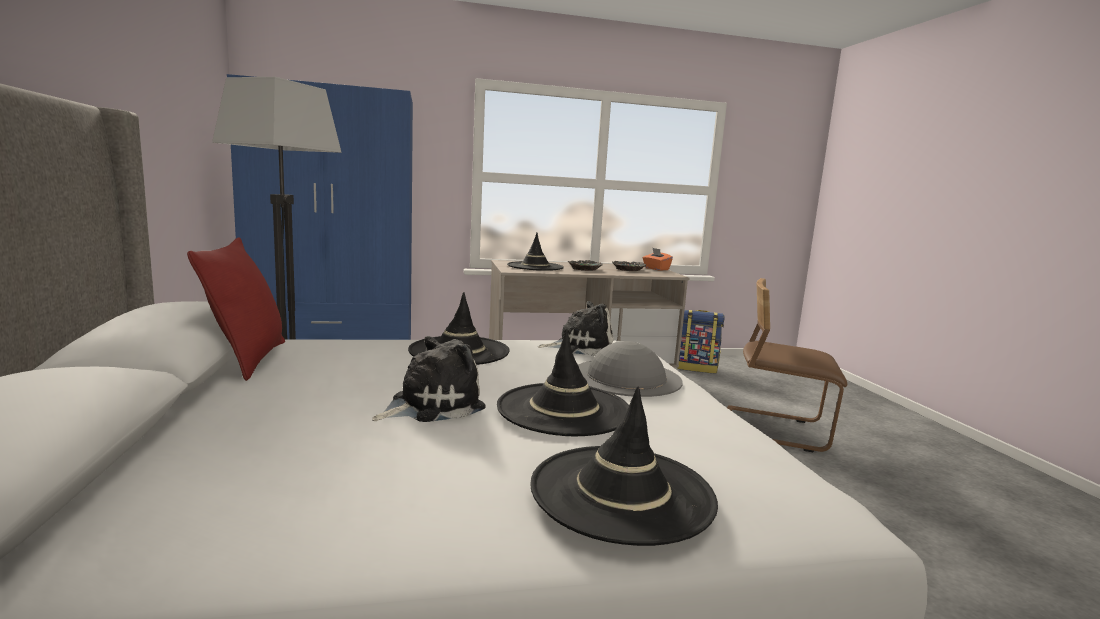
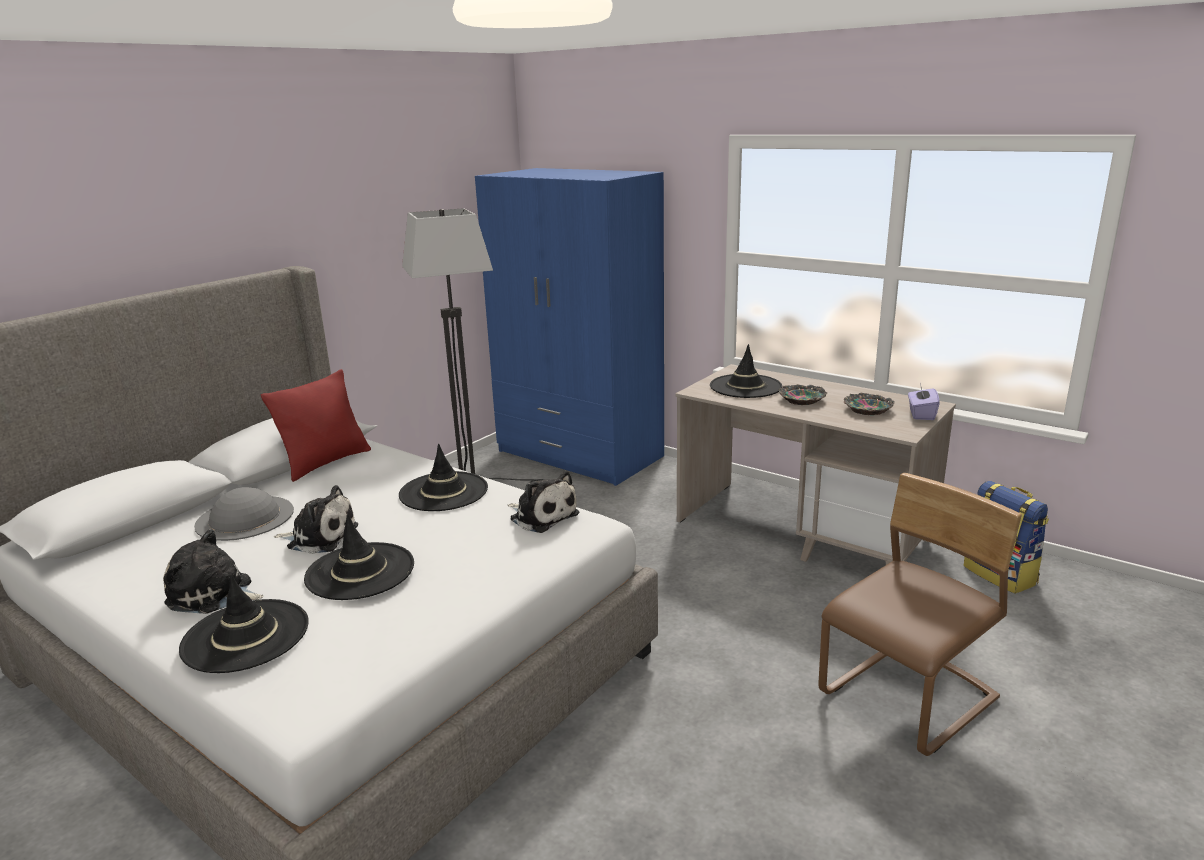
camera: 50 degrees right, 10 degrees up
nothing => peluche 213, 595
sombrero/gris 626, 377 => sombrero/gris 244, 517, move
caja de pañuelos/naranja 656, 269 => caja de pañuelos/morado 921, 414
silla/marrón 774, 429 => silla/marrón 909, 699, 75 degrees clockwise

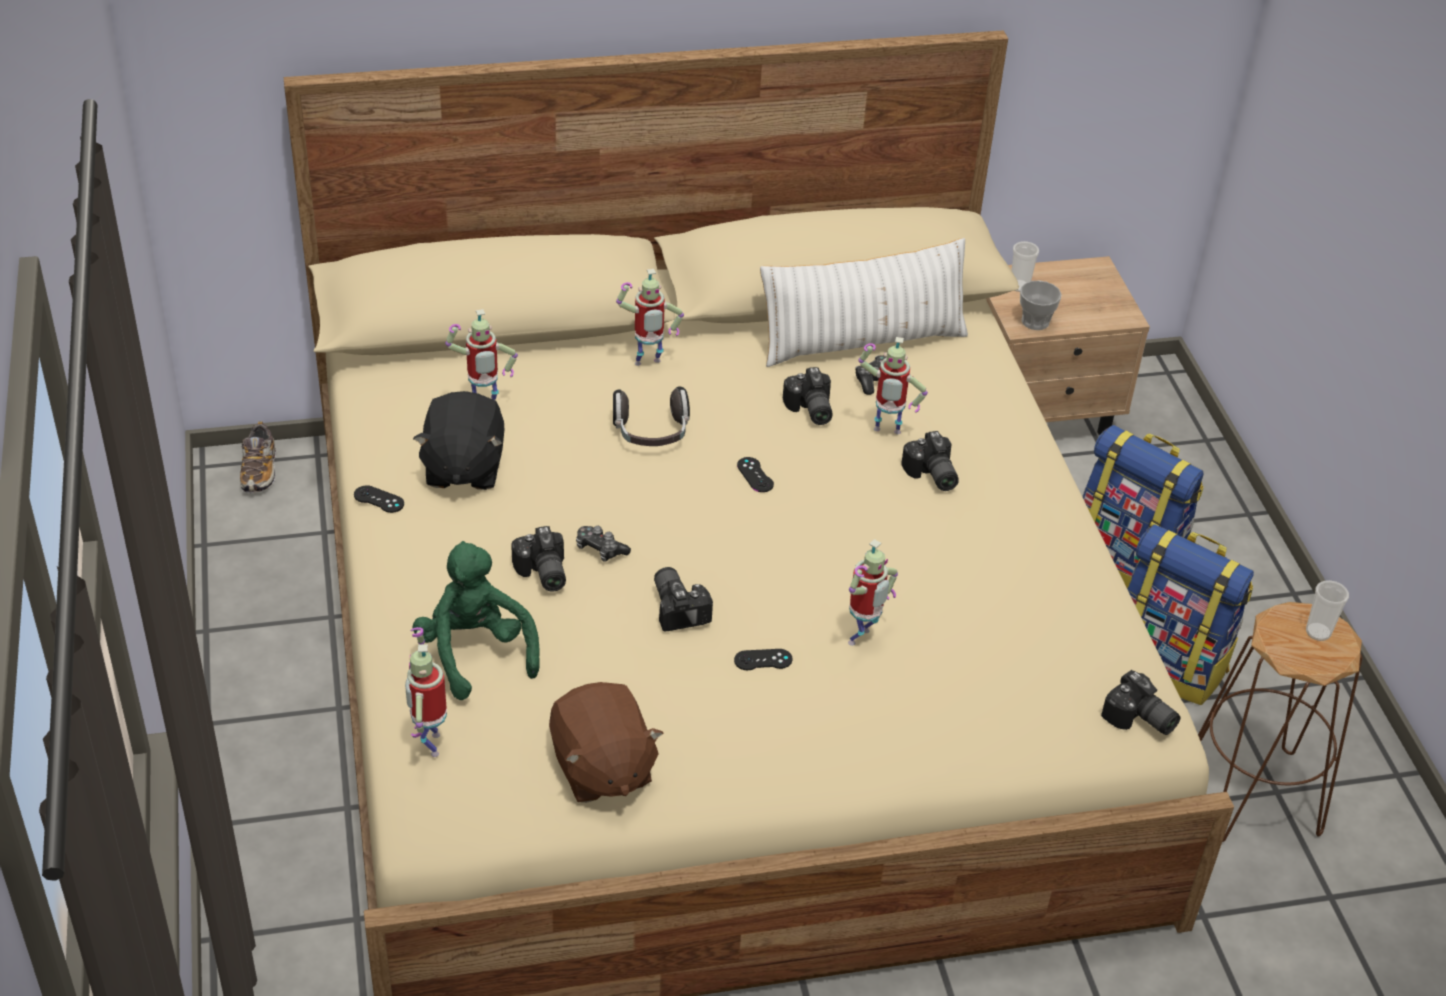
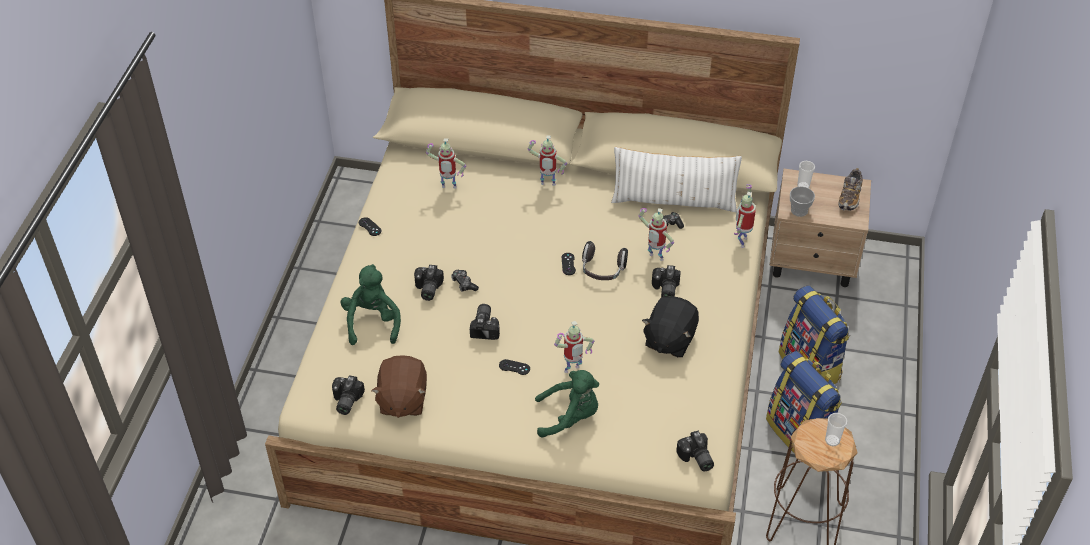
camera: 25 degrees right, 5 degrees up
nothing => peluche/verde 570, 417
zapato 259, 471 => zapato 849, 197, move
robot de juguete 430, 743 => robot de juguete 741, 241, move
peluche/negro 462, 468 => peluche/negro 669, 339, move
auriculares 651, 434 => auriculares 602, 270, move
cámara 809, 410 => cámara 345, 401, move

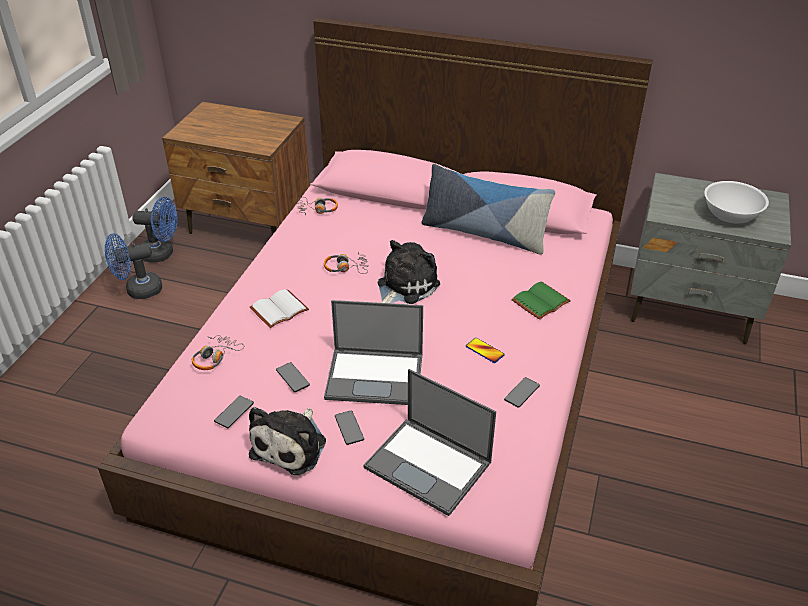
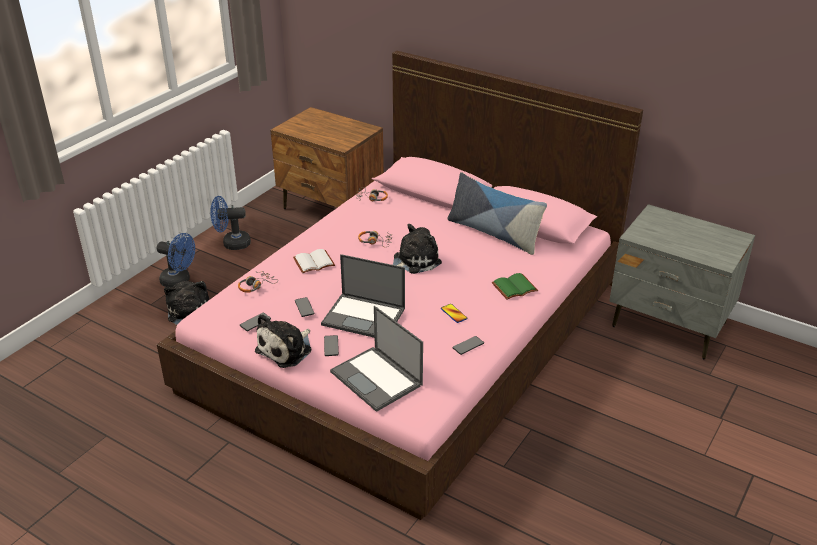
camera: 15 degrees right, 5 degrees down
cuenco/blanco 730, 216 => nothing
nothing => peluche 188, 314
ventilador/azul 162, 253 => ventilador/azul 179, 281, move

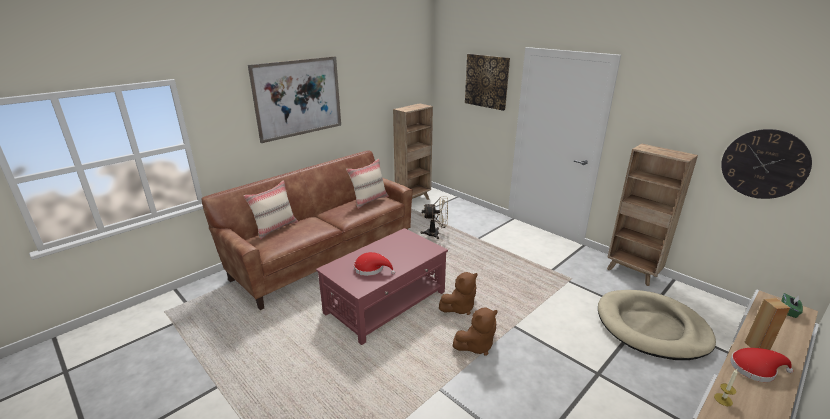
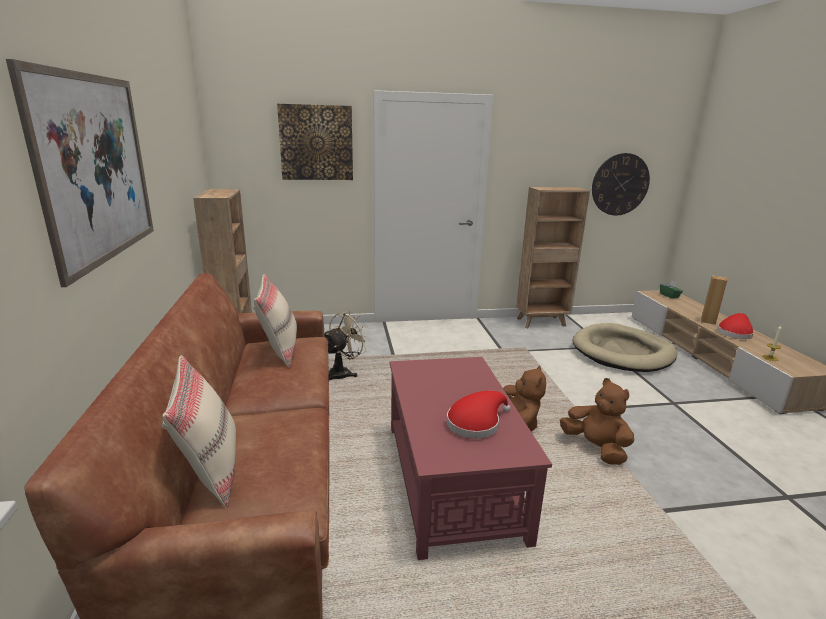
camera: 55 degrees left, 5 degrees down
peluche/marrón 476, 345 => peluche/marrón 595, 448, 45 degrees counterclockwise

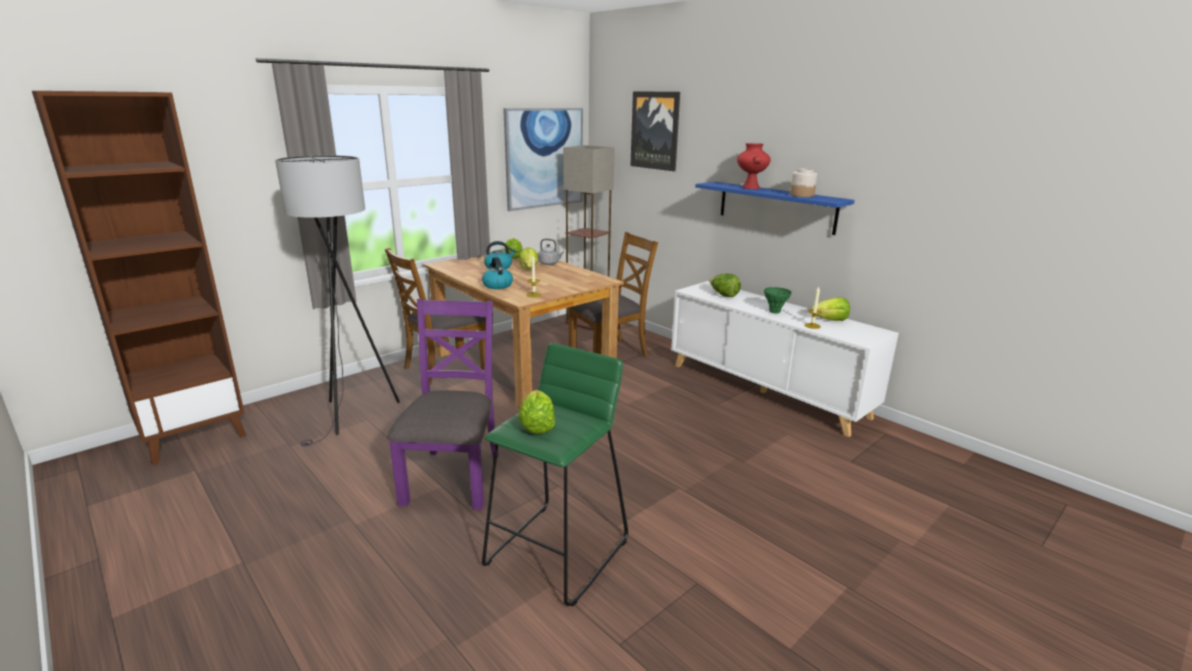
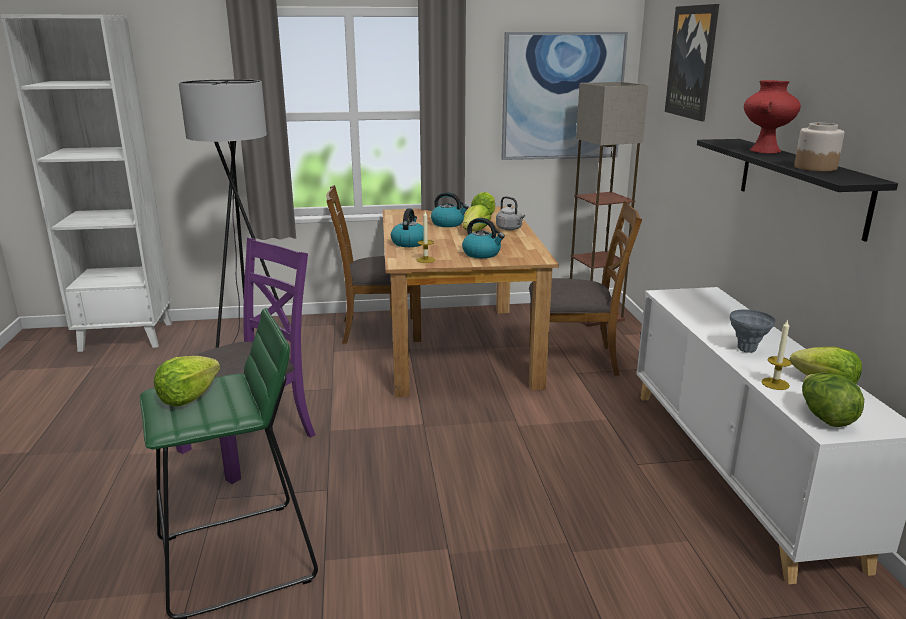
camera: 35 degrees right, 0 degrees up
nothing => hervidor 482, 254
lechuga 723, 295 => lechuga 824, 417, move
estantería/marrón 194, 436 => estantería/blanco 127, 336
estante/azul 776, 207 => estante/negro 801, 185
florero/verde 775, 312 => florero/gris 747, 349

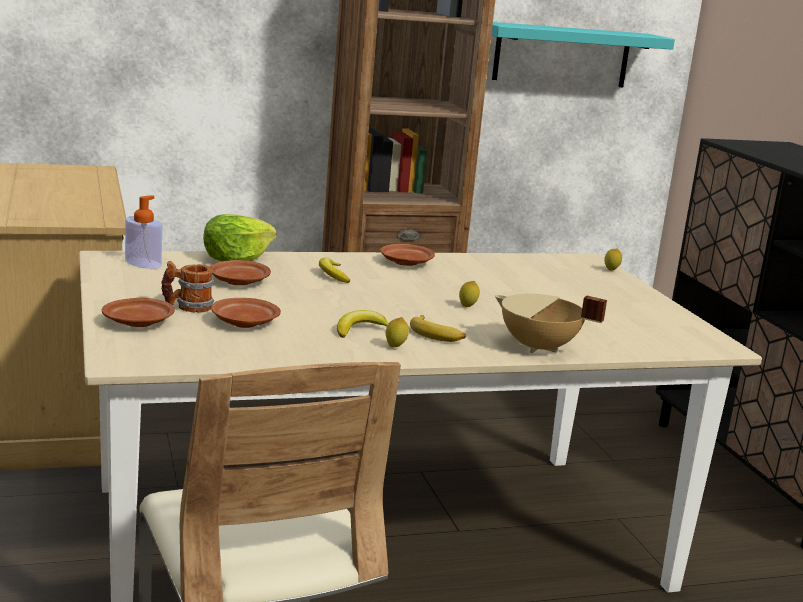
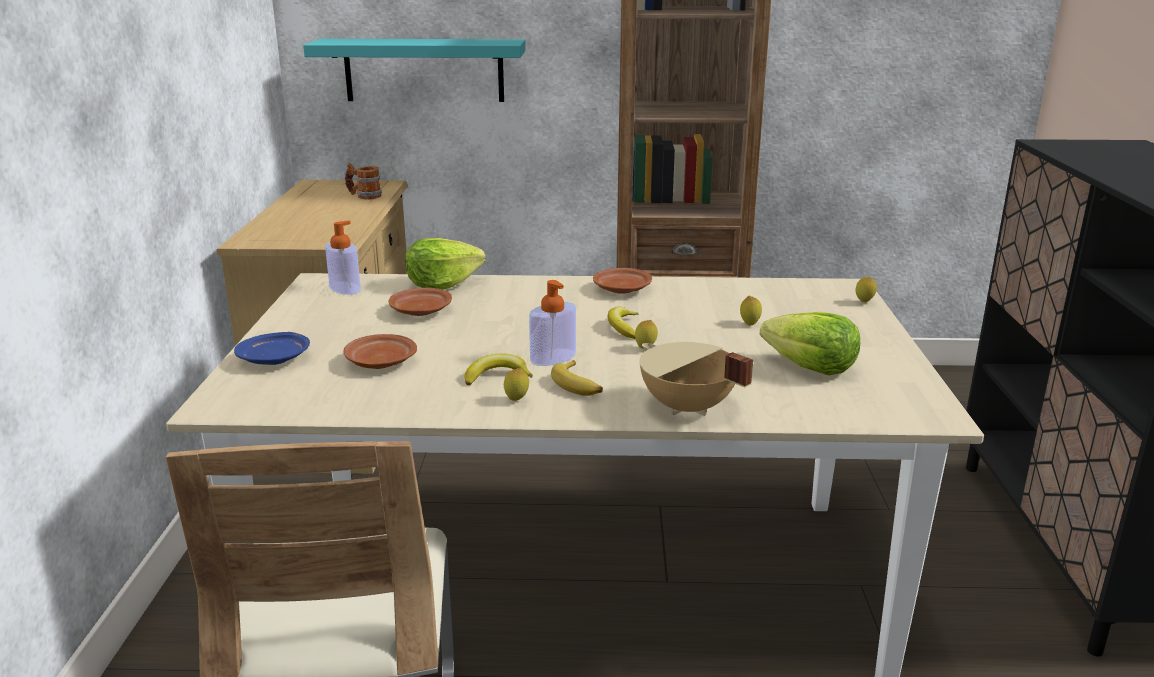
camera: 20 degrees right, 5 degrees up
nothing => dispensador de jabón 553, 357
nothing => limón 749, 324
nothing => lechuga 810, 367
taza grande 187, 307 => taza grande 364, 196, move
plátano 332, 275 => plátano 623, 327, move
estante/turquesa 562, 55 => estante/turquesa 424, 70, move
plato/marrón 139, 323 => plato/azul 275, 359

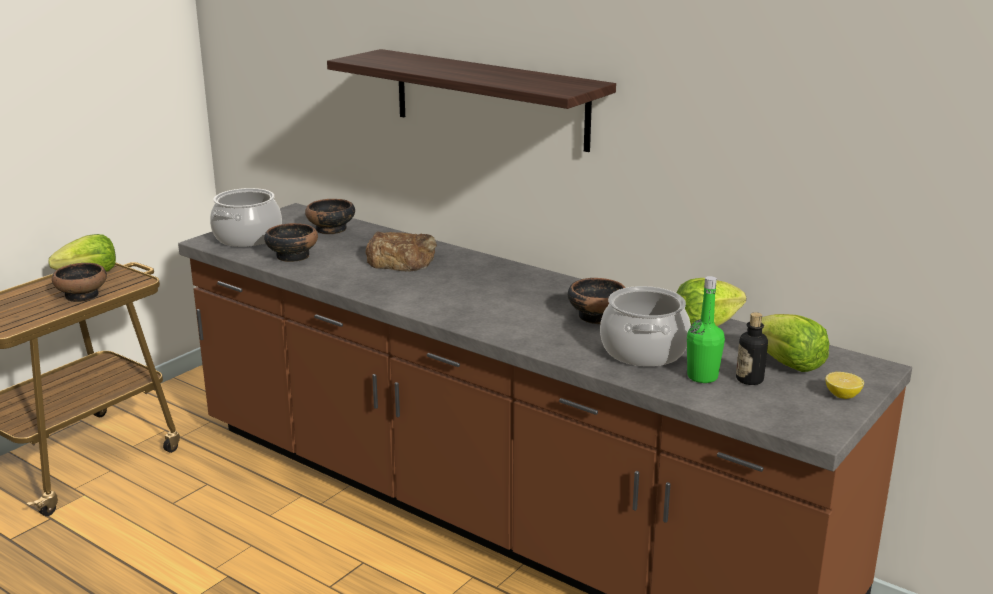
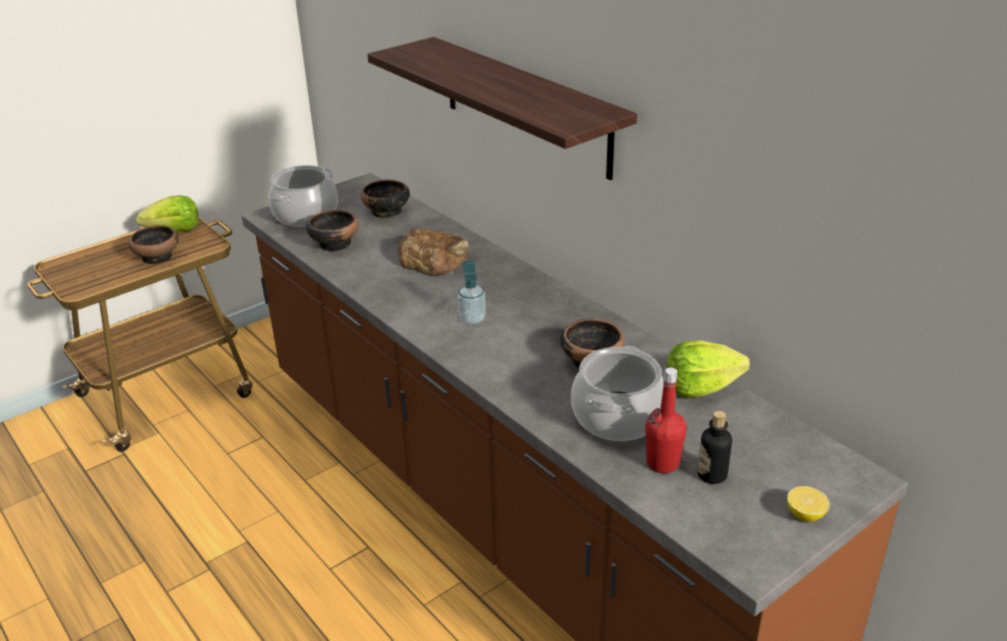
camera: 15 degrees right, 10 degrees up
lechuga 787, 364 => nothing
nothing => dispensador de jabón 472, 319
botella/verde 702, 377 => botella/rojo 662, 463

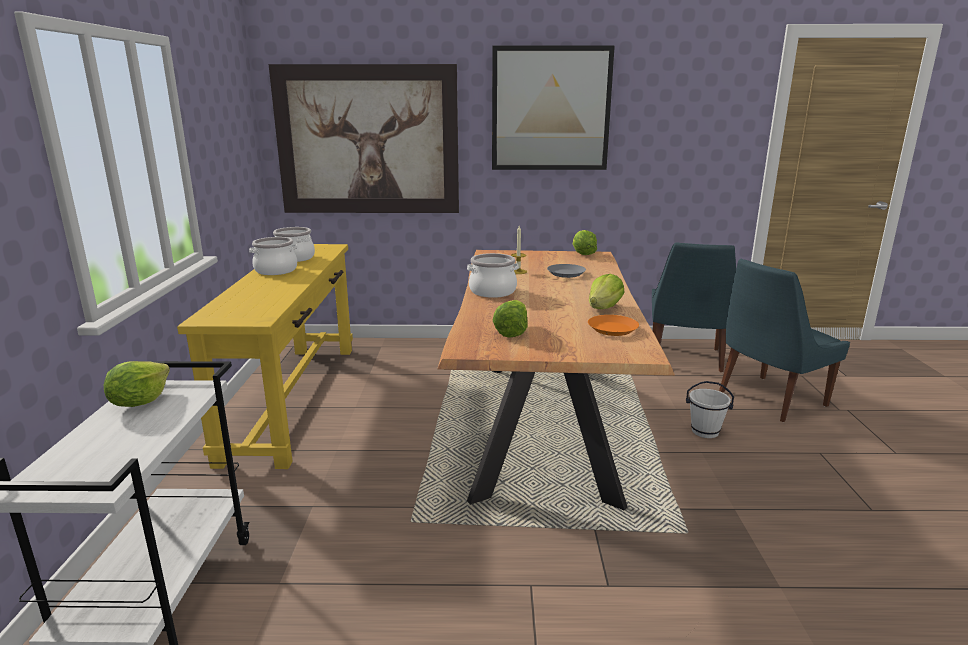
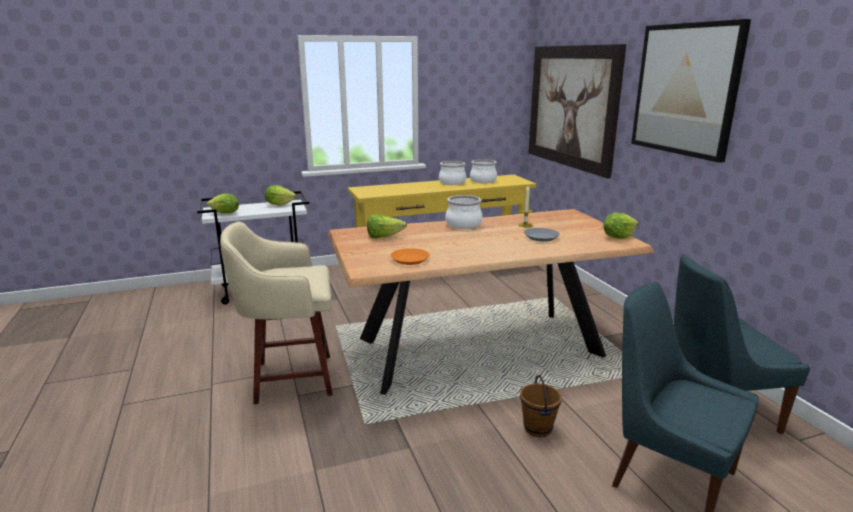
camera: 70 degrees right, 0 degrees up
nothing => taburete/beis 290, 378
lechuga 604, 308 => lechuga 225, 213, move
cubo/blanco 705, 431 => cubo/marrón 538, 429

